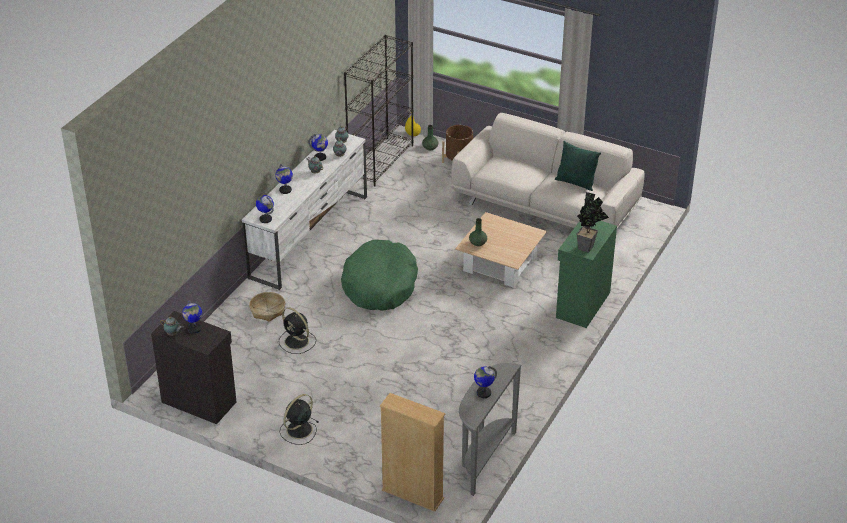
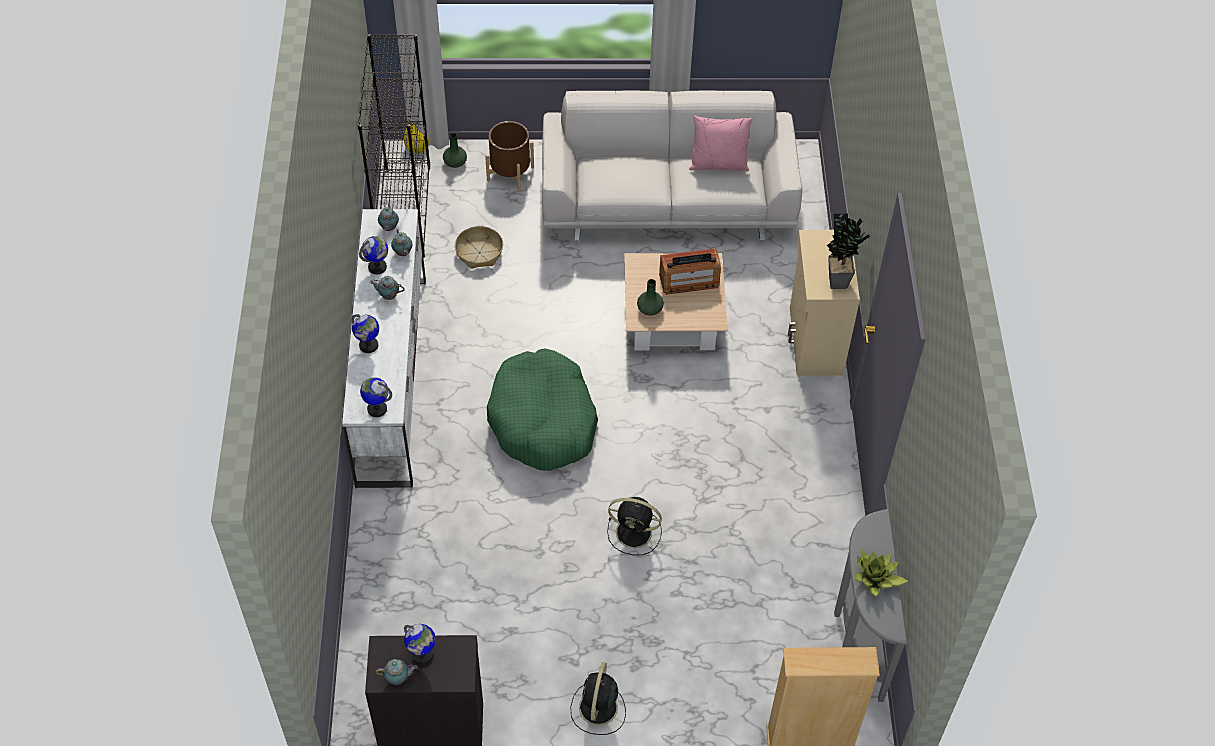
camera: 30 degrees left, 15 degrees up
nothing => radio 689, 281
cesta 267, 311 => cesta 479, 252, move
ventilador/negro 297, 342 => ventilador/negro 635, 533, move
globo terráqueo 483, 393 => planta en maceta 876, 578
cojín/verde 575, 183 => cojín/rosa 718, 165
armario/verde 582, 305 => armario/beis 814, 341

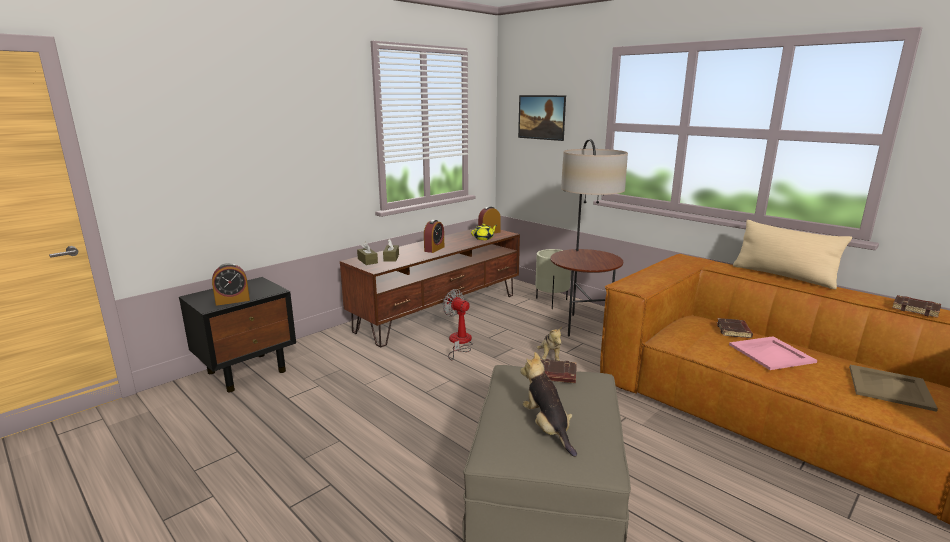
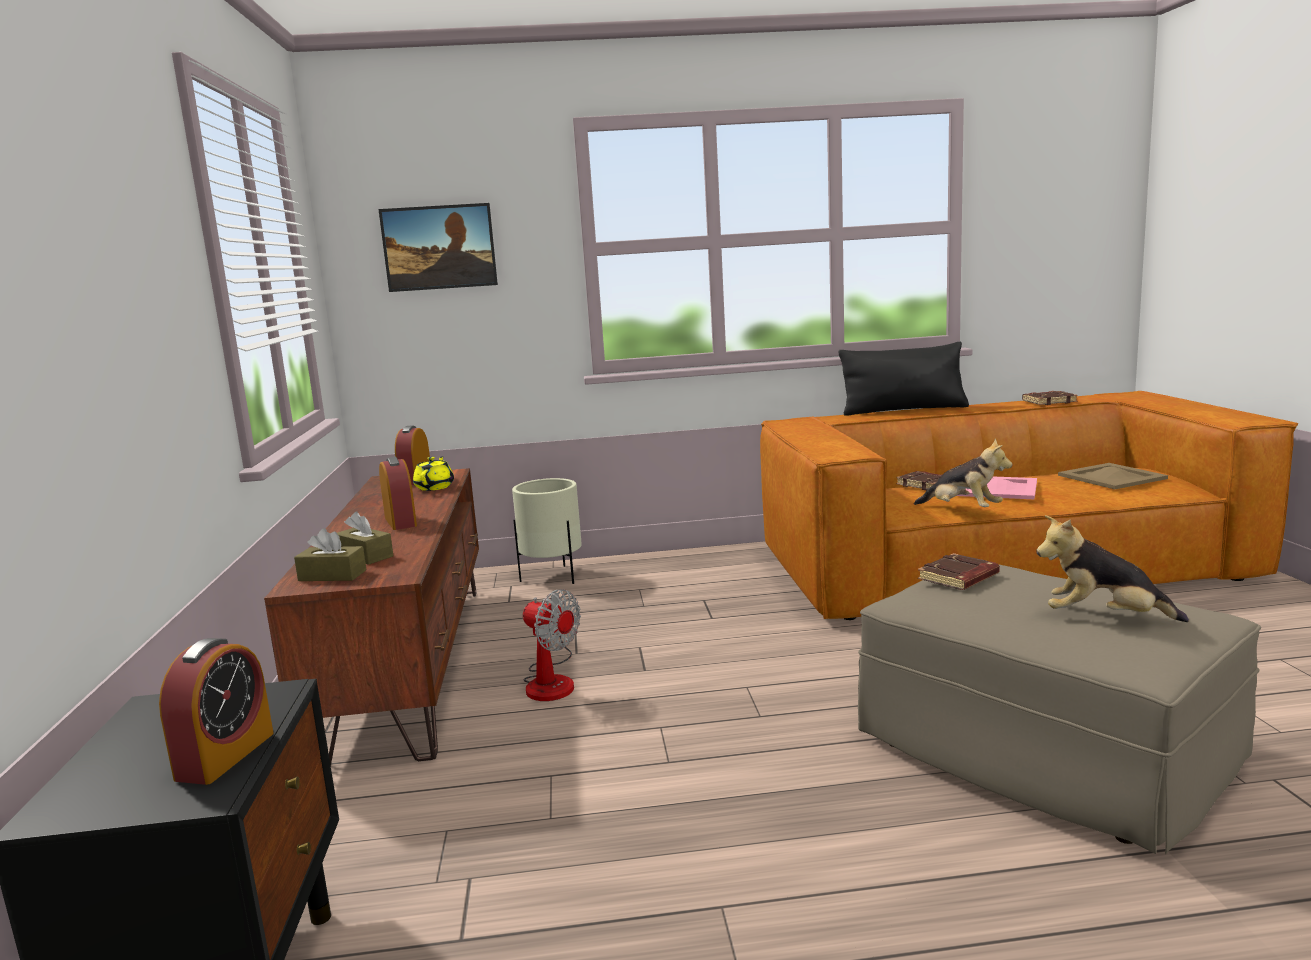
camera: 50 degrees left, 5 degrees down
lámpara de pie 581, 326 => nothing
peluche 550, 357 => peluche 962, 510, move
cojín/beis 783, 276 => cojín/negro 903, 410
ventilador 459, 342 => ventilador 551, 681, 135 degrees counterclockwise

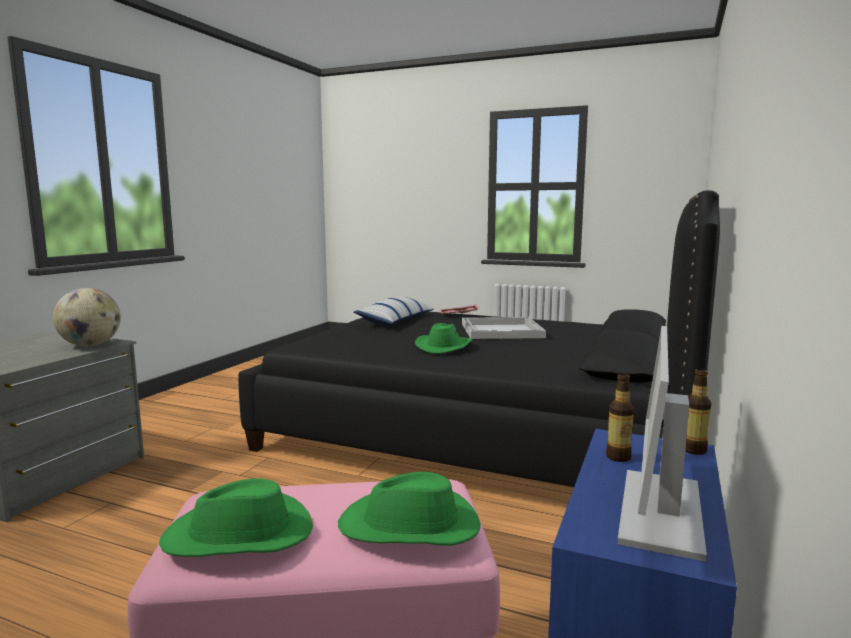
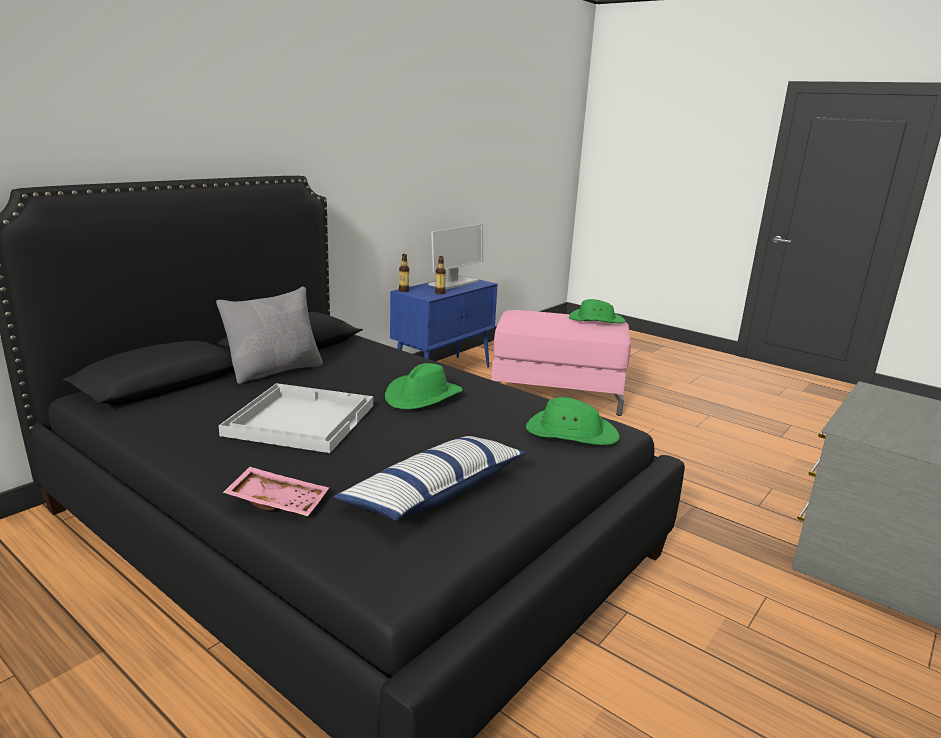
camera: 165 degrees left, 10 degrees up
globo terráqueo 91, 345 => nothing
nothing => cojín/gris 276, 370
sombrero/verde 410, 526 => sombrero/verde 571, 433, move

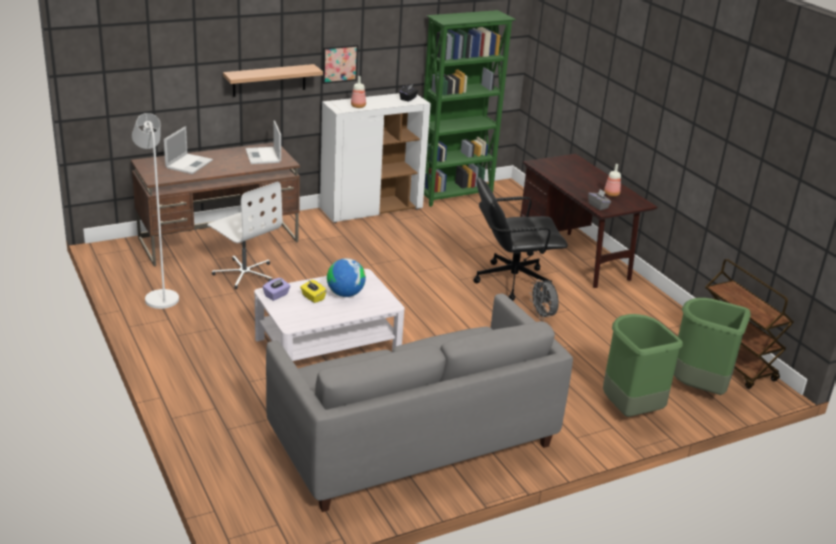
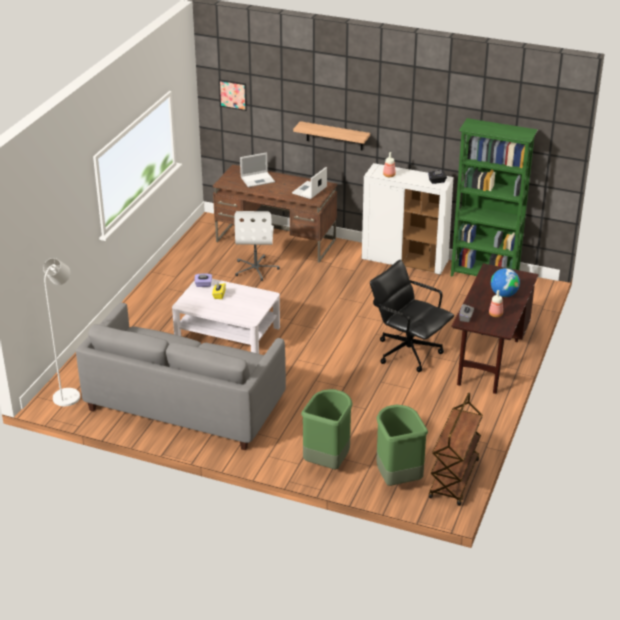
camera: 50 degrees right, 5 degrees up
ventilador/gris 543, 316 => nothing
lámpara de pie/blanco 160, 296 => lámpara de pie/blanco 69, 394, move
cuadro 339, 64 => cuadro 233, 94, move
globo terráqueo 345, 294 => globo terráqueo 503, 294, move

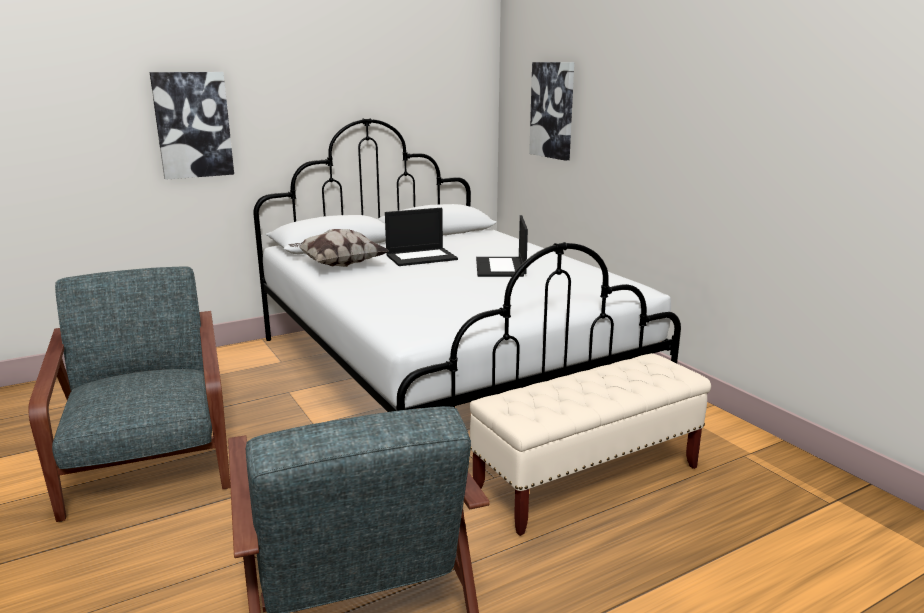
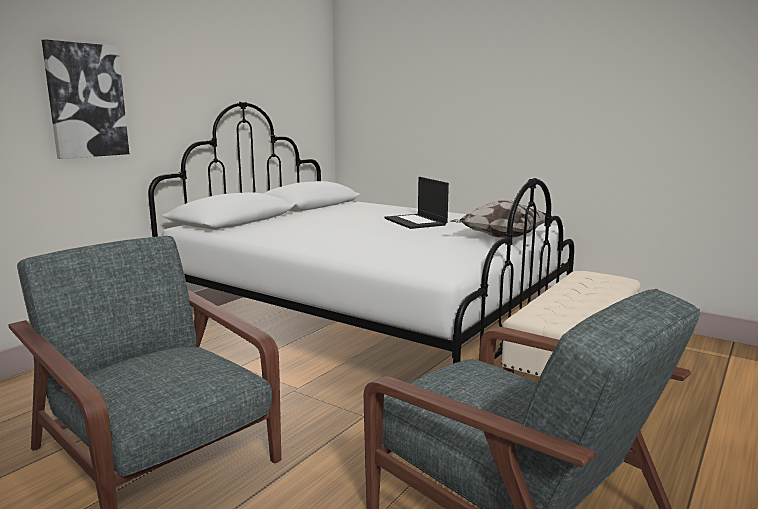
camera: 25 degrees left, 5 degrees down
portátil 421, 257 => nothing
cuadro 553, 110 => nothing
cojín 338, 265 => cojín 501, 237, move

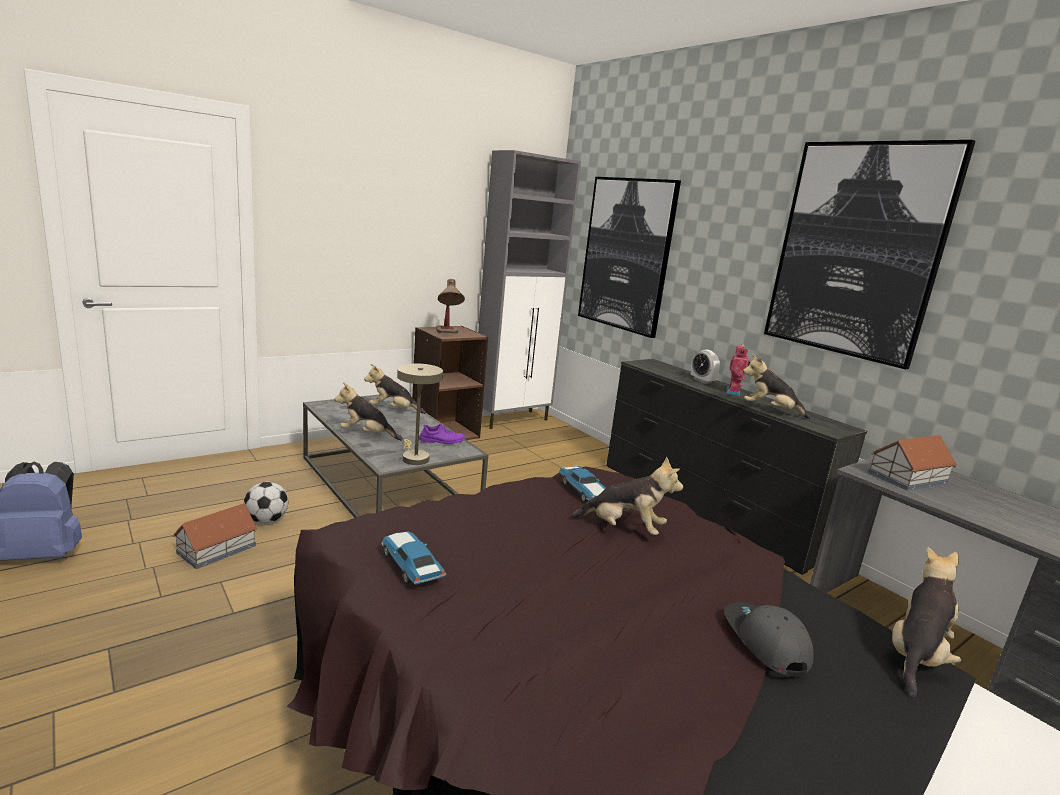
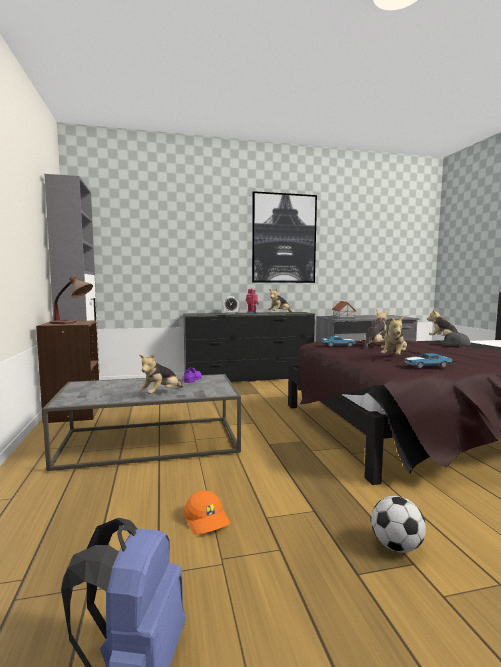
camera: 65 degrees left, 10 degrees down
lámpara de mesa/beis 414, 457 => nothing
cuadro 626, 254 => nothing
balón de fútbol 266, 521 => balón de fútbol 396, 547, move
peluche 393, 410 => peluche 394, 357, move
casita 217, 549 => gorra/naranja 207, 520

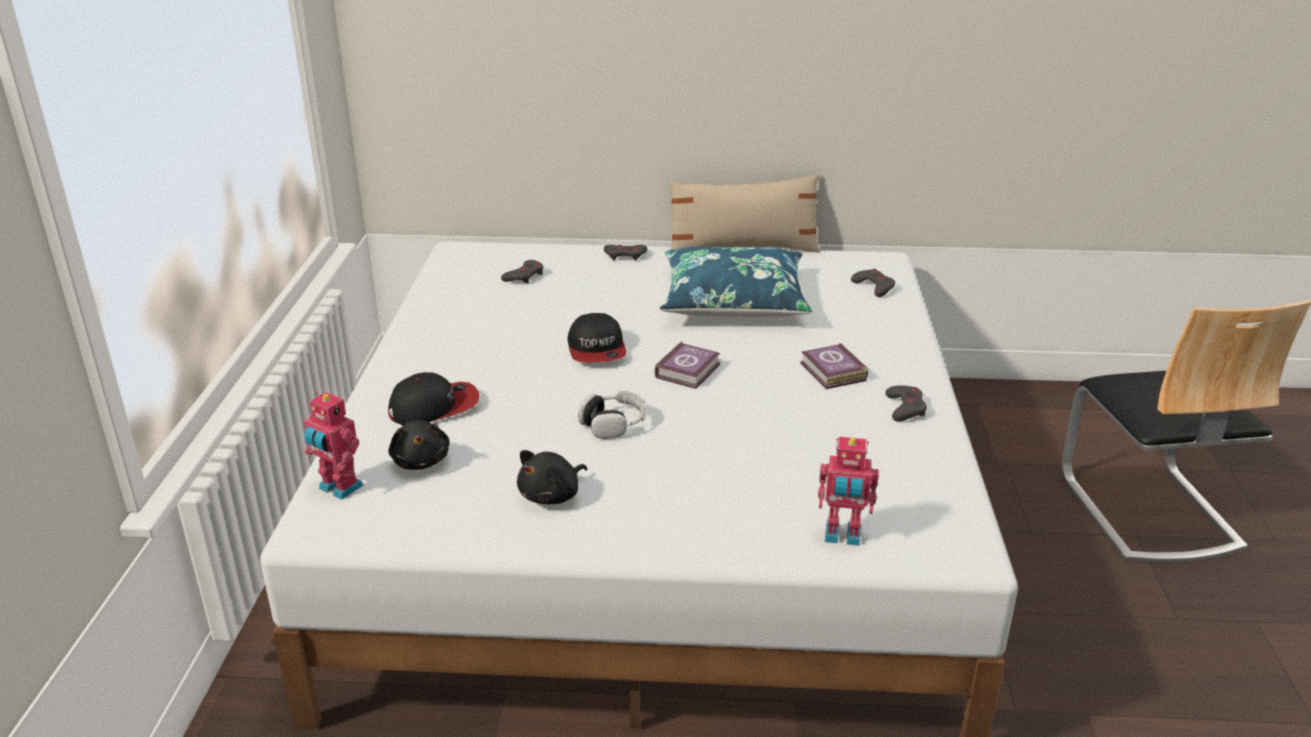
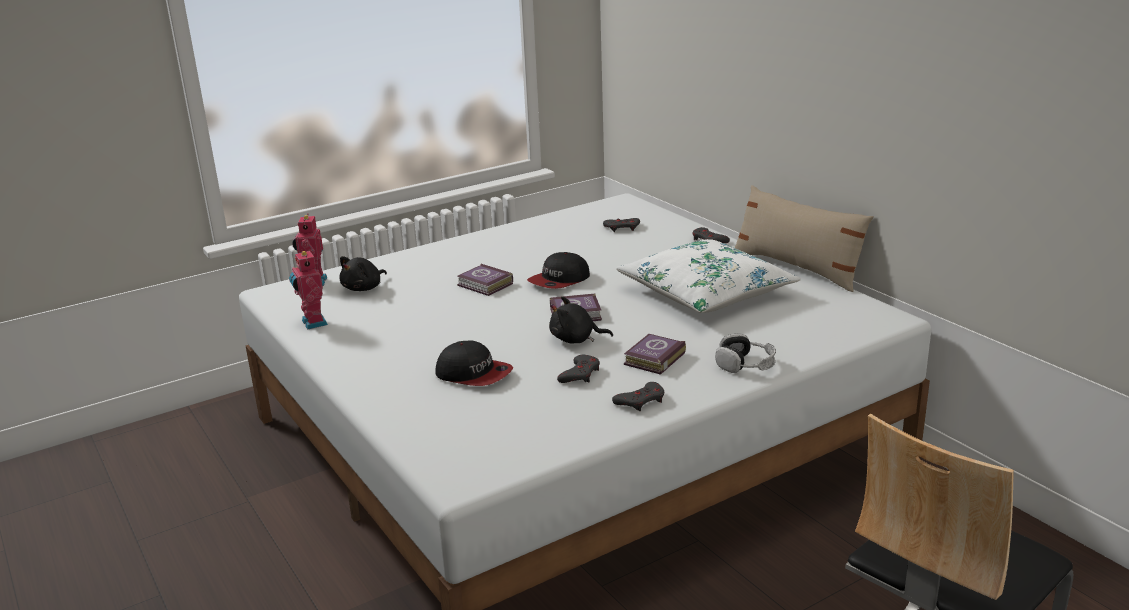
camera: 55 degrees right, 5 degrees down
nothing => libro 485, 285
gorra 434, 407 => gorra 474, 374, move
peluche/negro 552, 495 => peluche/negro 576, 339, move
auriculares 613, 424 => auriculares 745, 365, move
robot de juguete 842, 536 => robot de juguete 312, 323, move
mando de consola/gris 874, 287 => mando de consola/gris 580, 374, move
cojín/azul 733, 300 => cojín/blanco 706, 292

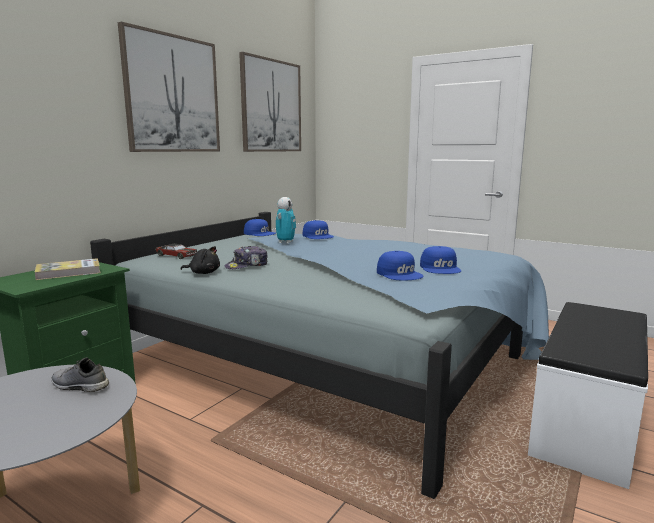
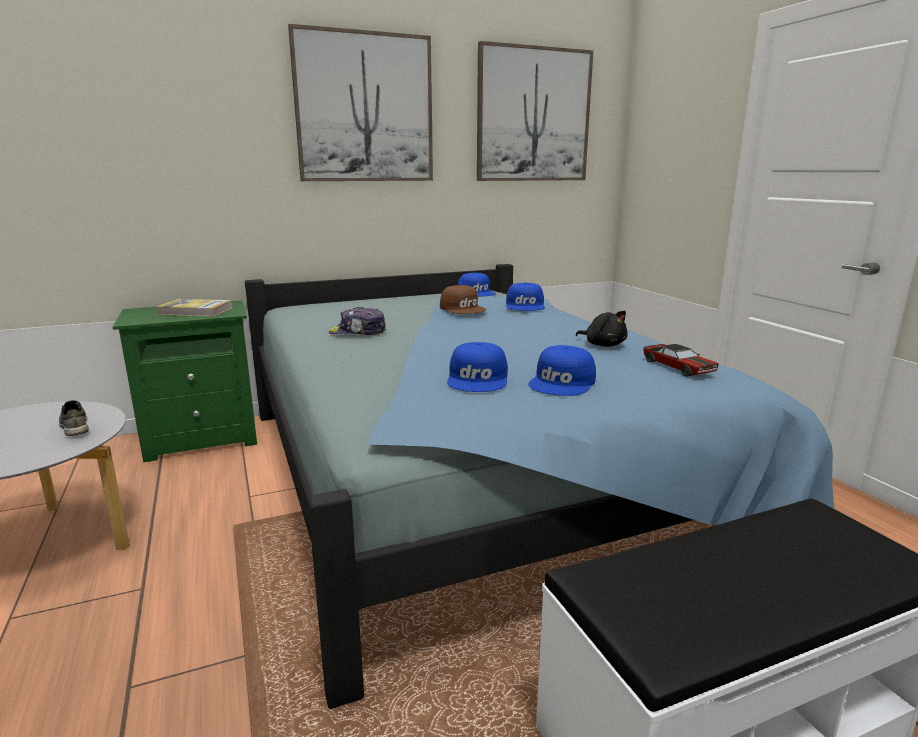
camera: 35 degrees right, 5 degrees up
coche de juguete 176, 256 => coche de juguete 678, 367, move
peluche/negro 203, 273 => peluche/negro 603, 345, move
robot de juguete 285, 242 => gorra/marrón 463, 308

